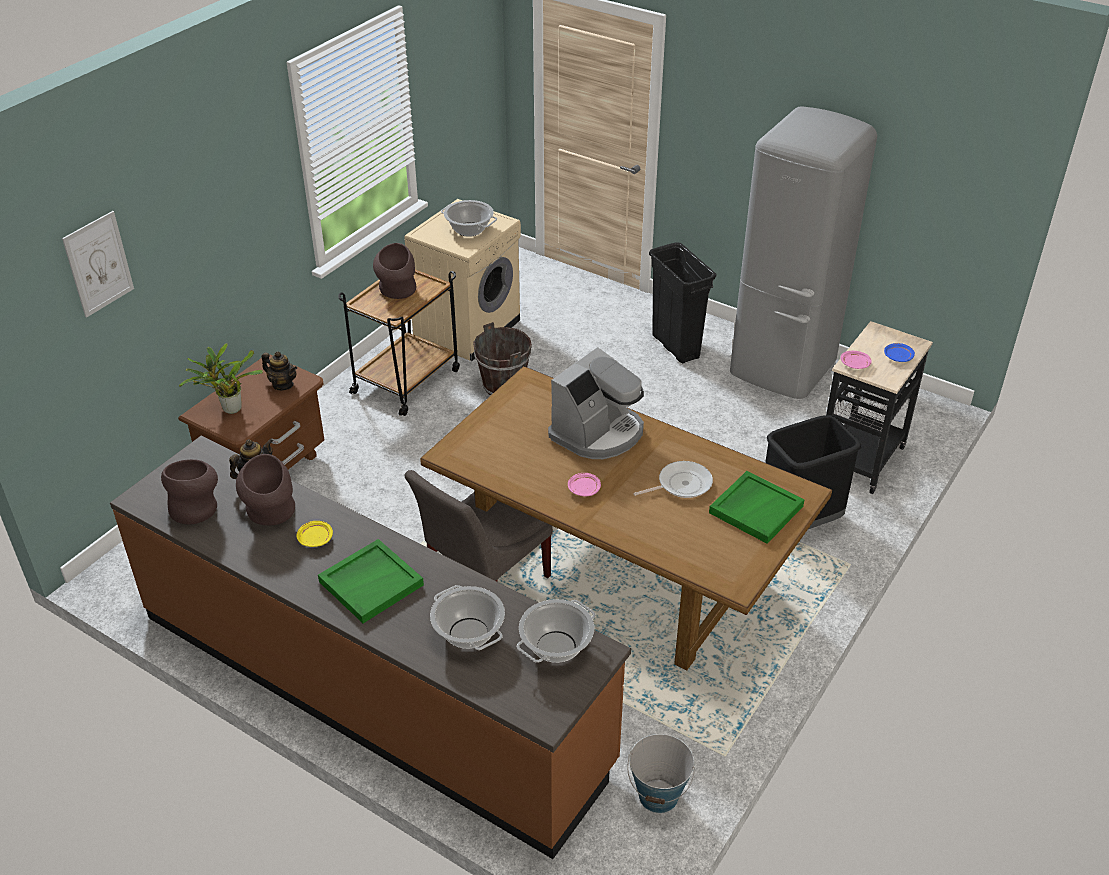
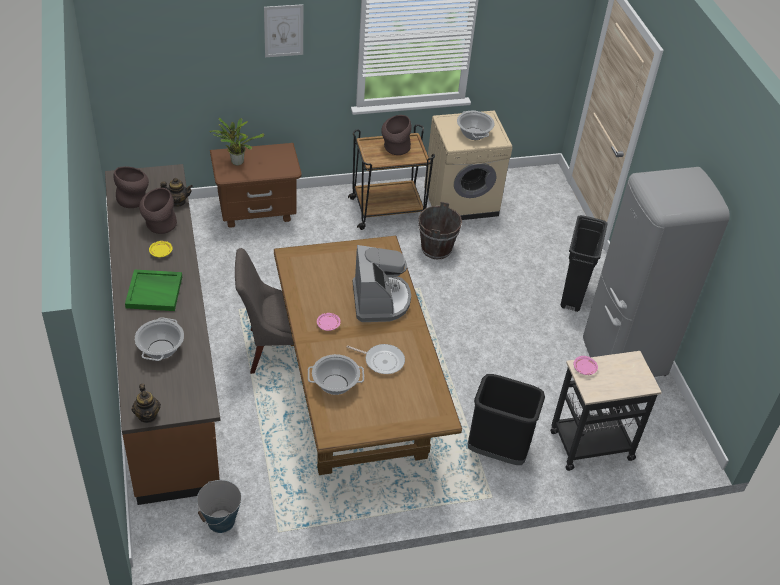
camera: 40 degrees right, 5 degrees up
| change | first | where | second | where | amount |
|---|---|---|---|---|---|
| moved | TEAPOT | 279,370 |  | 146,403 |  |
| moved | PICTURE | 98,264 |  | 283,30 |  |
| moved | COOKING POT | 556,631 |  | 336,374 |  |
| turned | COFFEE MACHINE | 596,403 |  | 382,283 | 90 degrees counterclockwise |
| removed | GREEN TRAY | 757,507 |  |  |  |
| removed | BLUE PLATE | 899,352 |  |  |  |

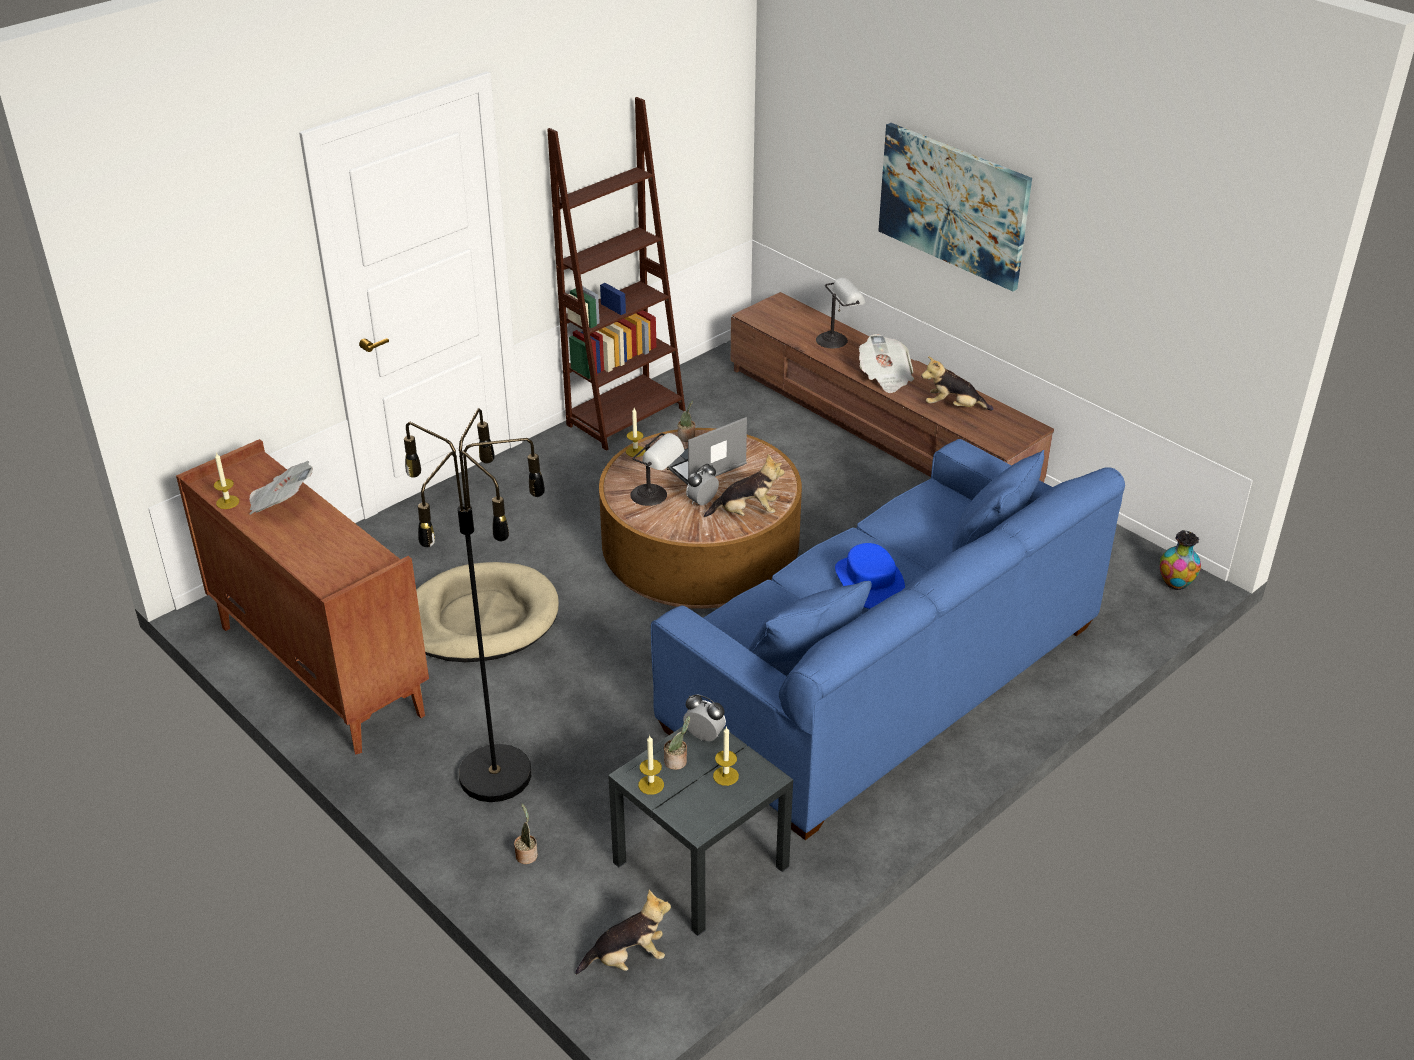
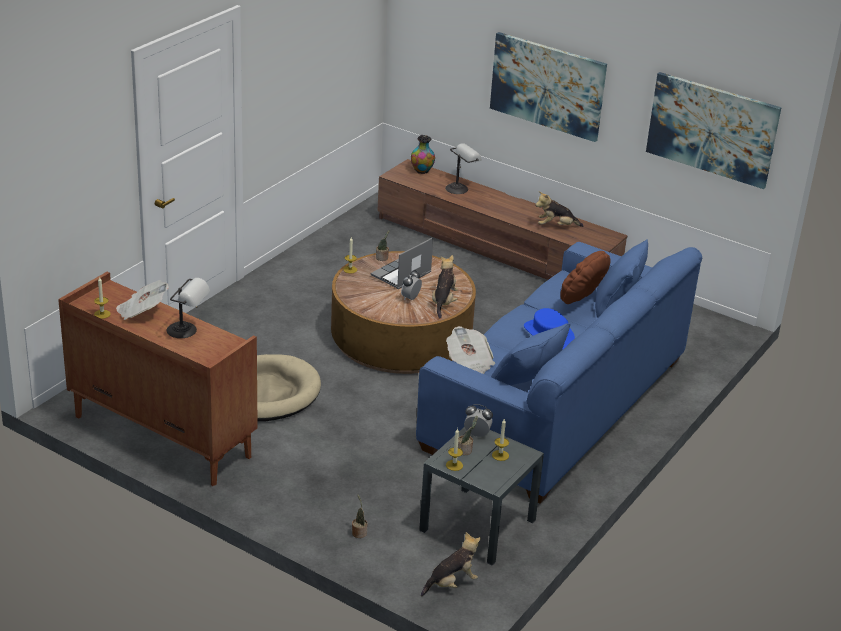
camera: 15 degrees left, 5 degrees down
| change | first | where | second | where | amount |
|---|---|---|---|---|---|
| moved | TABLE LAMP | 657,469 |  | 188,308 |  |
| moved | VASE | 1180,560 |  | 423,154 |  |
| turned | PLUSH TOY | 744,485 |  | 445,286 | 60 degrees counterclockwise |
| moved | NEWSPAPER | 886,363 |  | 470,350 |  |
| added |  |  | BROWN PILLOW | 585,277 |  |
| added |  |  | PICTURE | 714,130 |  |
| removed | FLOOR LAMP | 474,605 |  |  |  |
| removed | BROWN BOOKCASE | 616,274 |  |  |  |

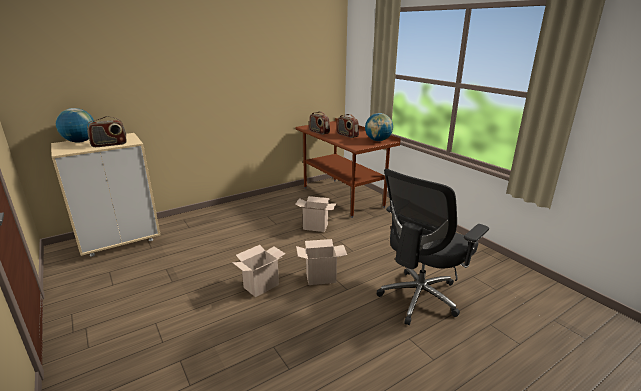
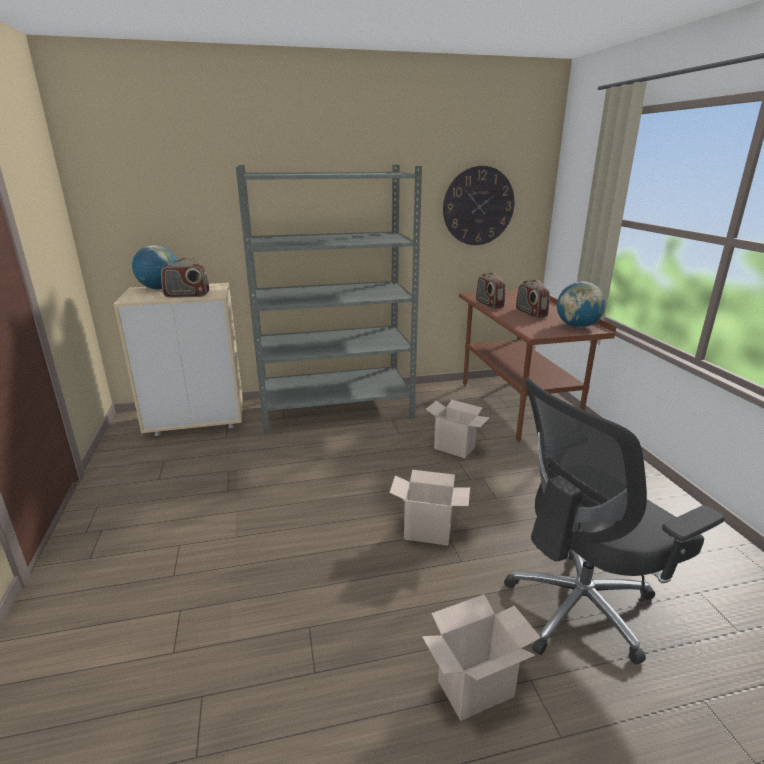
camera: 20 degrees right, 0 degrees up
| change | first | where | second | where | amount |
|---|---|---|---|---|---|
| added |  |  | GREY BOOKCASE | 329,300 |  |
| moved | CARDBOARD BOX | 259,271 |  | 481,658 |  |
| added |  |  | WALL CLOCK | 478,205 |  |

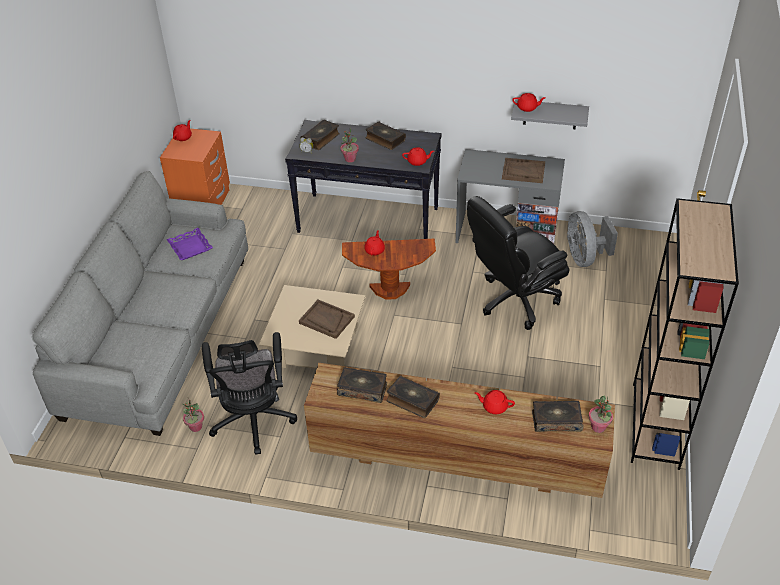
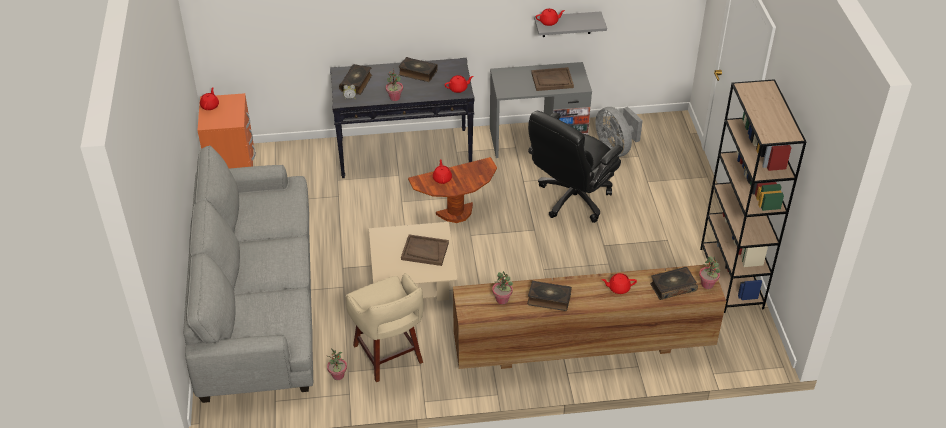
camera: 20 degrees left, 0 degrees up
| change | first | where | second | where | amount |
|---|---|---|---|---|---|
| replaced | OFFICE CHAIR | 249,393 | BEIGE STOOL | 384,327 |  |
| replaced | BOOK | 362,385 | POTTED PLANT | 502,287 |  |
| removed | PURPLE TRAY | 189,244 |  |  |  |

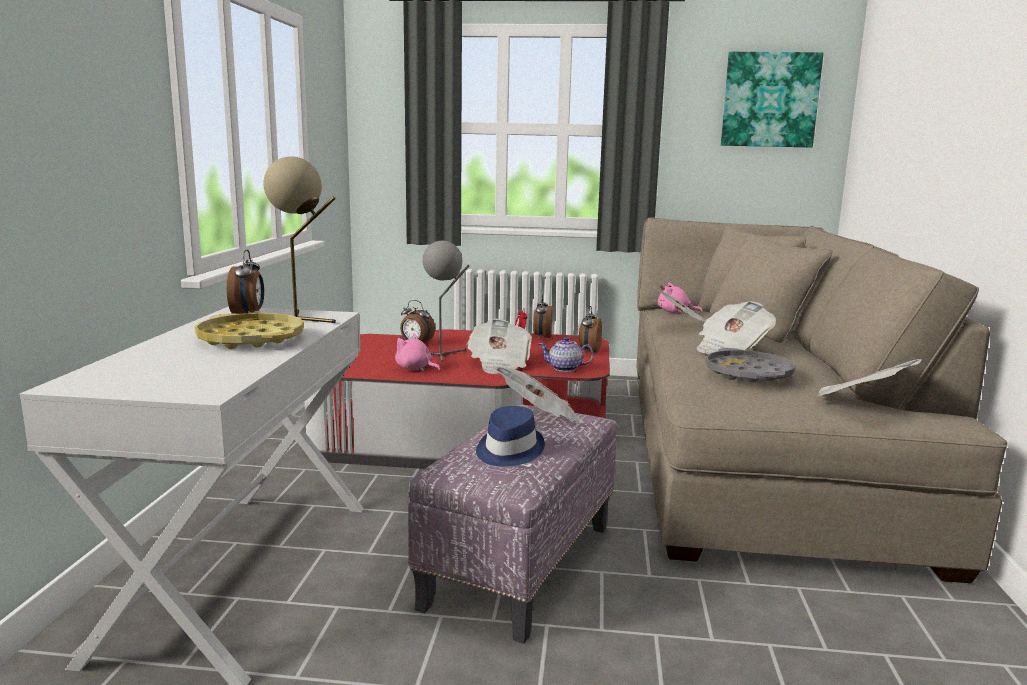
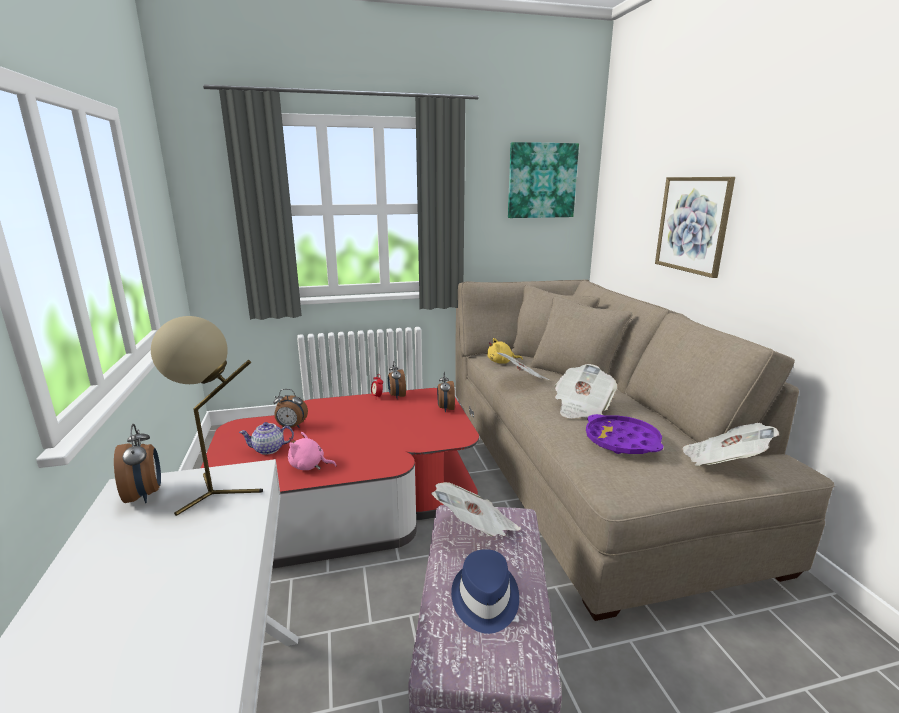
camera: 20 degrees left, 5 degrees up
| change | first | where | second | where | amount |
|---|---|---|---|---|---|
| moved | TEAPOT | 566,354 |  | 266,438 |  |
| recoloured | PINK PLUSH TOY | 680,298 | YELLOW PLUSH TOY | 505,351 |  |
| recoloured | GREY TRAY | 750,365 | PURPLE TRAY | 624,434 |  |
| added |  |  | PICTURE | 695,227 |  |
| removed | YELLOW TRAY | 249,331 |  |  |  |
| removed | GREY TABLE LAMP | 446,301 |  |  |  |
| removed | NEWSPAPER | 499,346 |  |  |  |

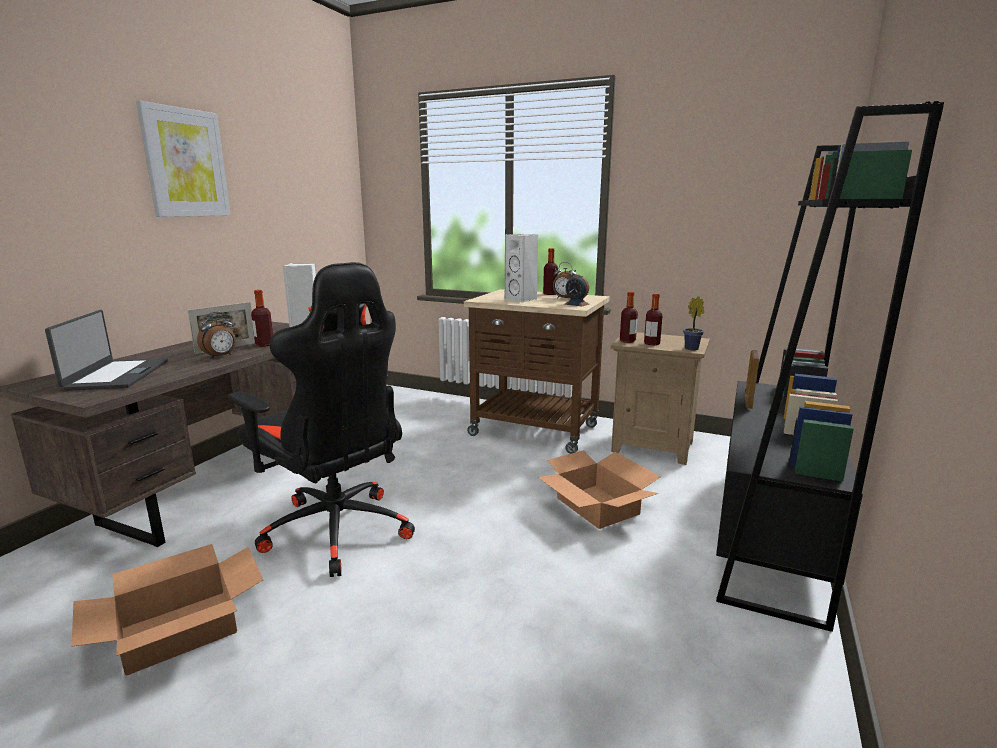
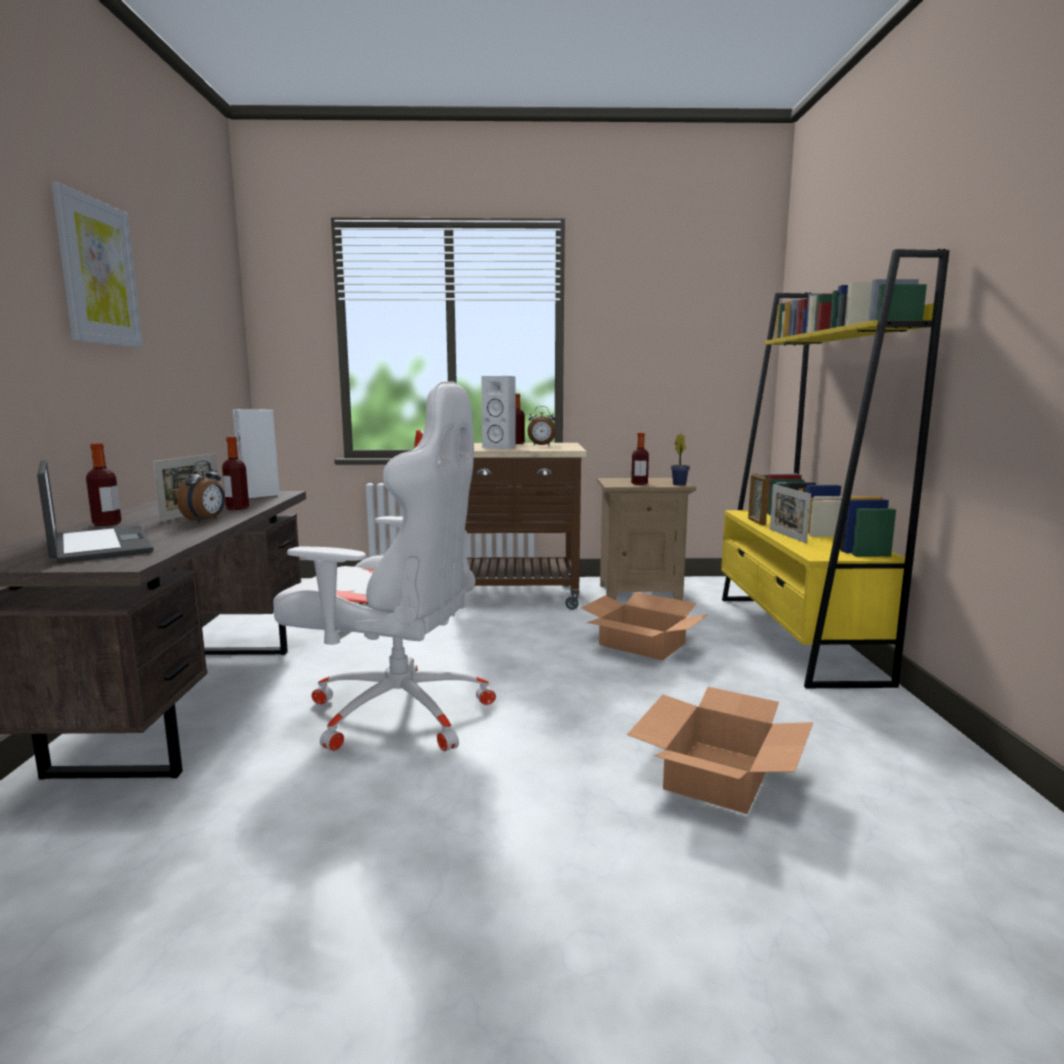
camera: 25 degrees left, 5 degrees down
| change | first | where | second | where | amount |
|---|---|---|---|---|---|
| moved | BOTTLE | 629,317 |  | 103,484 |  |
| recoloured | BLACK OFFICE CHAIR | 321,419 | WHITE OFFICE CHAIR | 384,566 |  |
| moved | CARDBOARD BOX | 167,610 |  | 720,750 |  |
| recoloured | BLACK BOOKCASE | 830,366 | YELLOW BOOKCASE | 835,468 |  |
| added |  |  | PICTURE FRAME | 790,513 |  |
| removed | ALARM CLOCK | 576,290 |  |  |  |

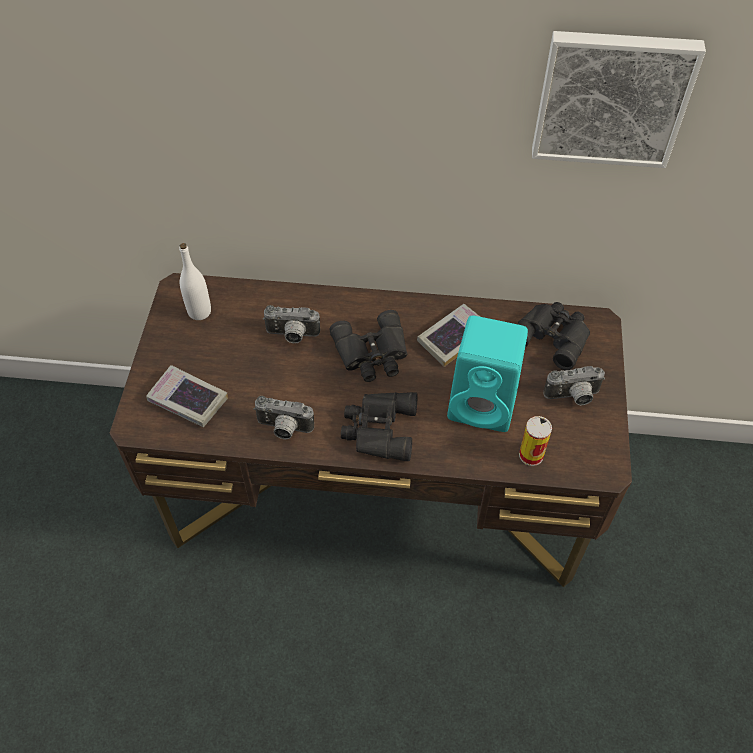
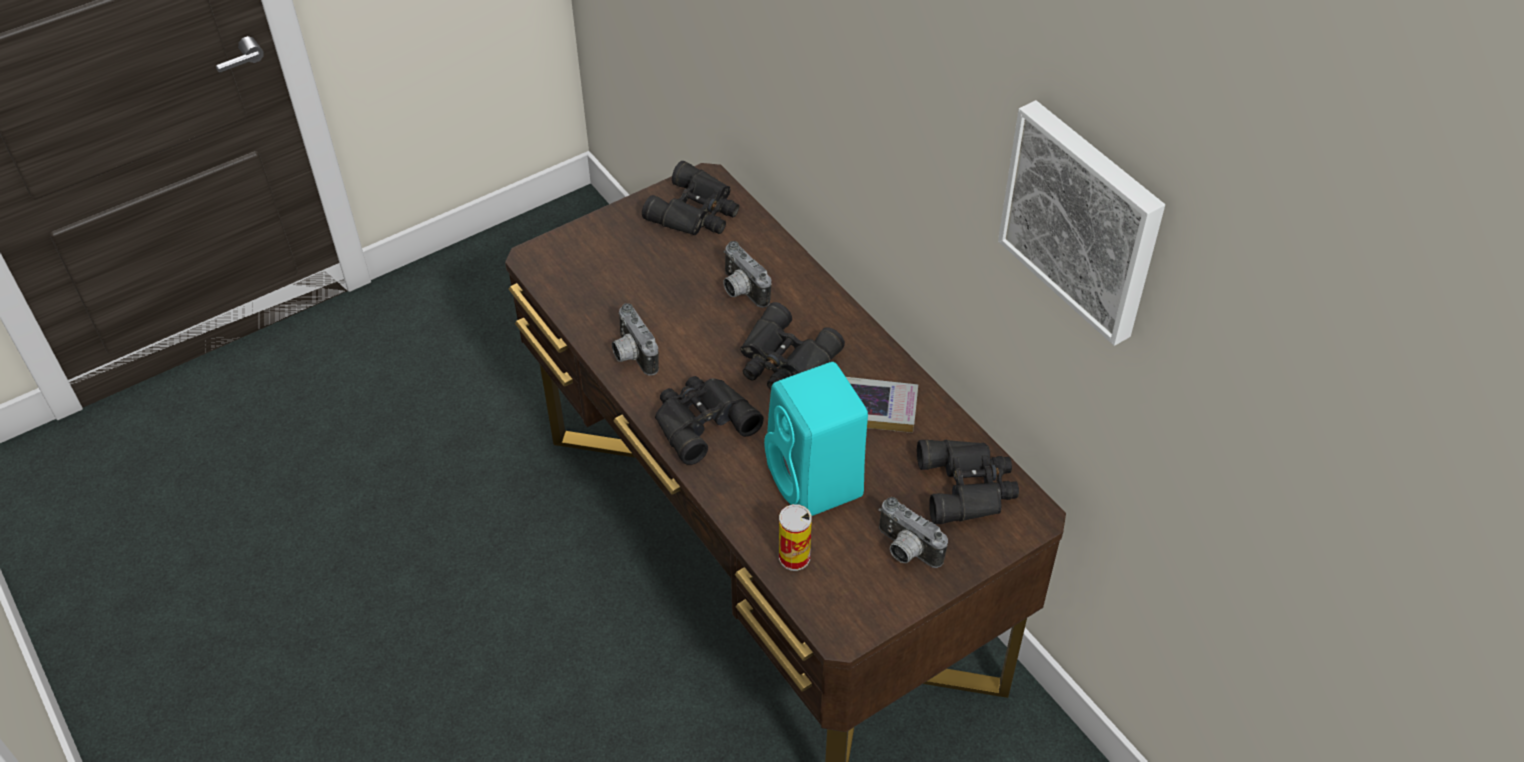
camera: 50 degrees right, 5 degrees down
| change | first | where | second | where | amount |
|---|---|---|---|---|---|
| replaced | WHITE BOTTLE | 195,281 | BLACK BINOCULARS | 690,198 |  |
| removed | BOOK | 187,396 |  |  |  |

